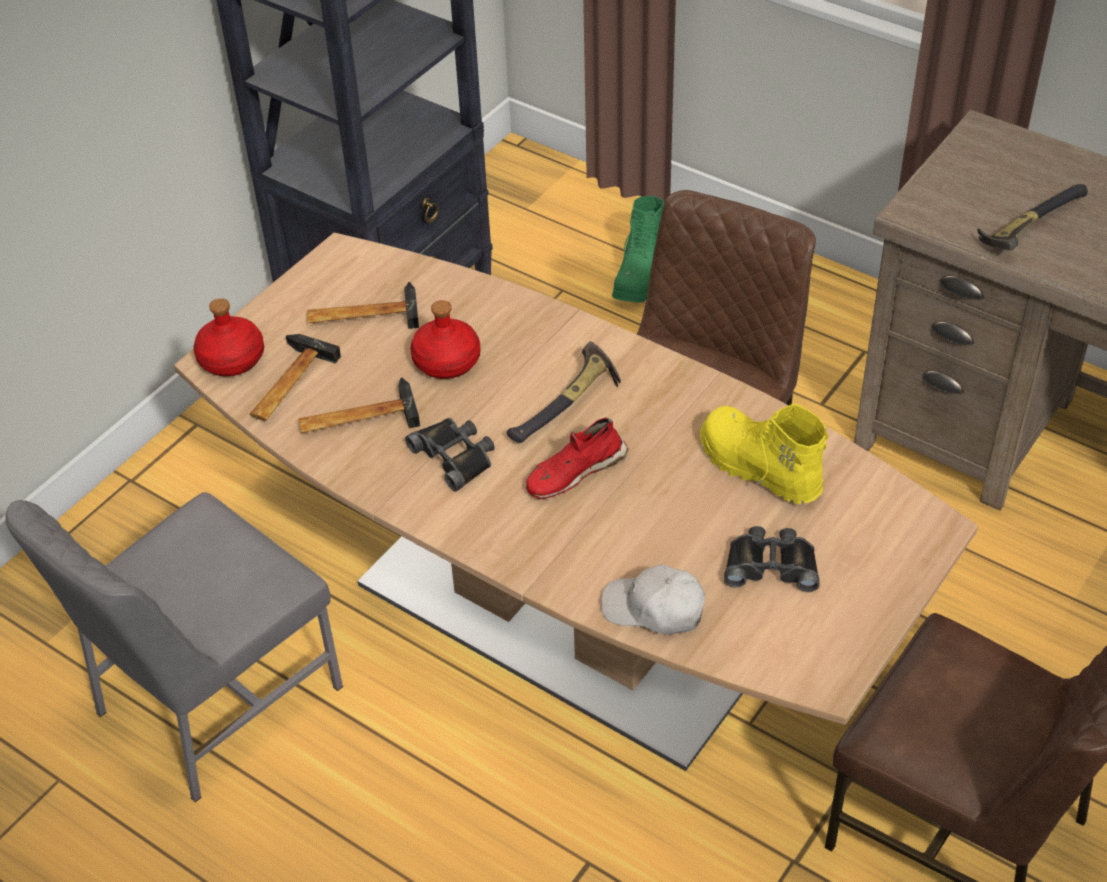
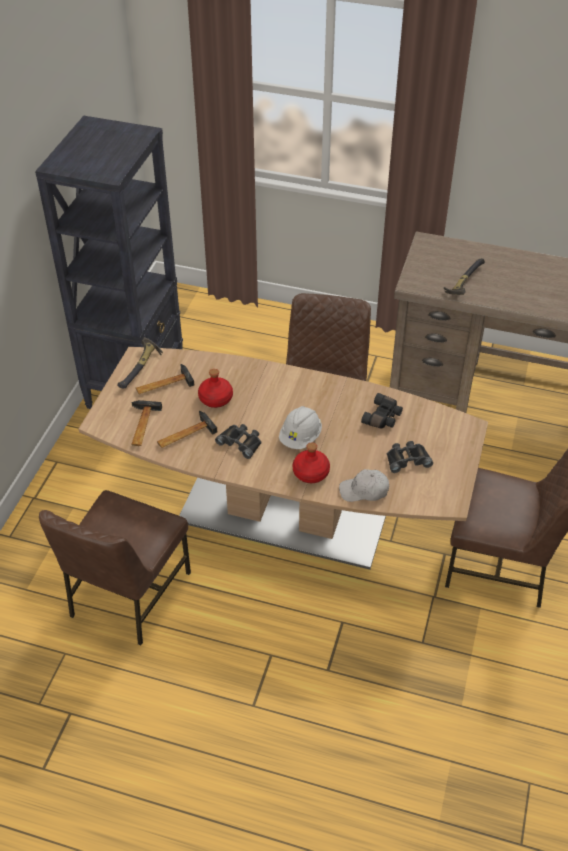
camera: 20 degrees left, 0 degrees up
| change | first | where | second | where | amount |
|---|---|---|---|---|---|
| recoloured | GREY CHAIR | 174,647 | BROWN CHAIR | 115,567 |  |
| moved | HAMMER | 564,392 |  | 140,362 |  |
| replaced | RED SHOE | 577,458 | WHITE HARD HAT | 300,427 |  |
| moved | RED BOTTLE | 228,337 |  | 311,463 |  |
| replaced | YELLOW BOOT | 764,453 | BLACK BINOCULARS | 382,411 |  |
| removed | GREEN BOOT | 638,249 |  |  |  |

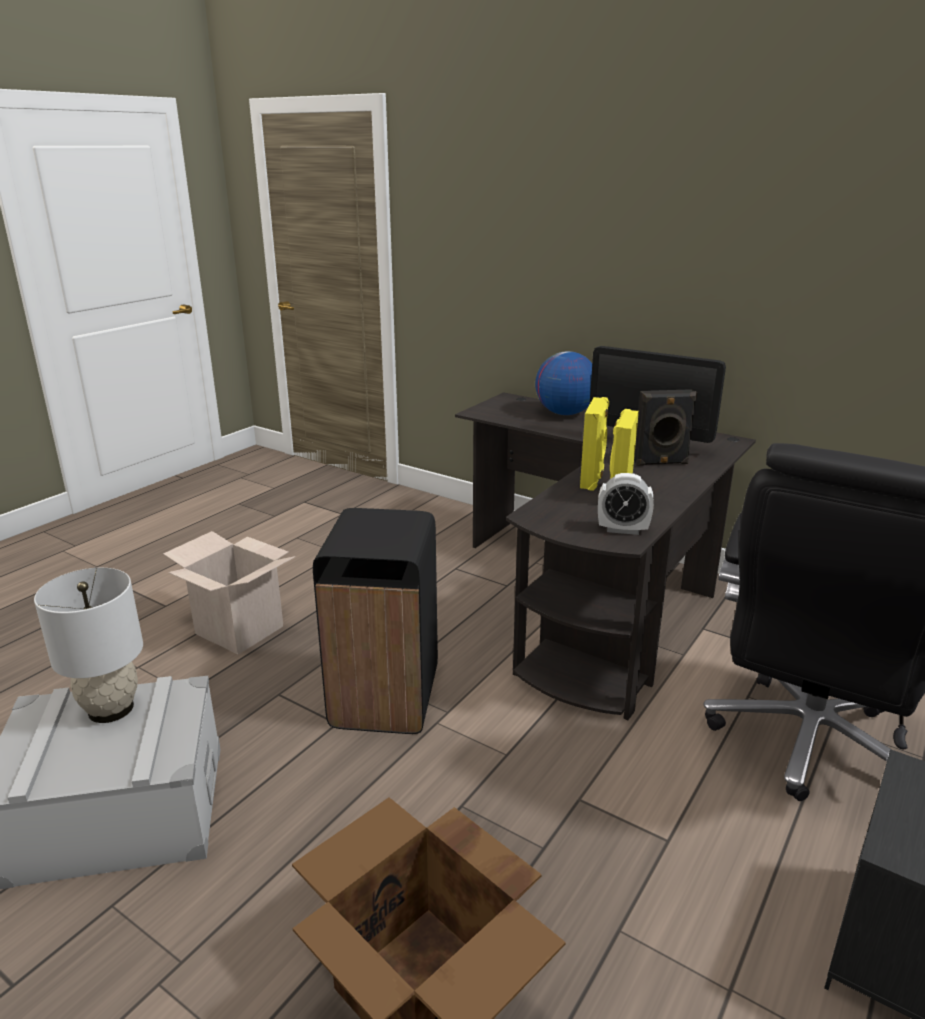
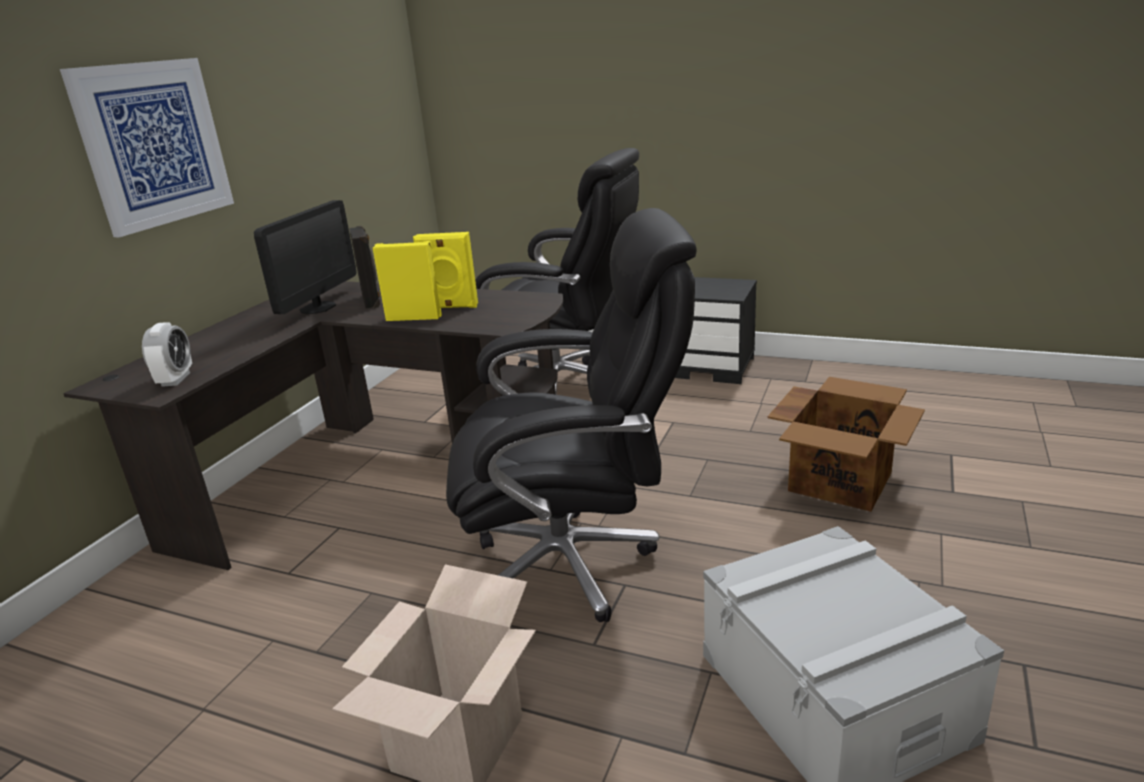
camera: 100 degrees left, 0 degrees up
| change | first | where | second | where | amount |
|---|---|---|---|---|---|
| added |  |  | PICTURE | 147,147 |  |
| moved | ALARM CLOCK | 626,504 |  | 167,354 |  |
| replaced | BLACK TRASH CAN | 375,621 | BLACK OFFICE CHAIR | 571,415 |  |
| removed | WHITE TABLE LAMP | 88,645 |  |  |  |
| removed | GLOBE | 563,383 |  |  |  |

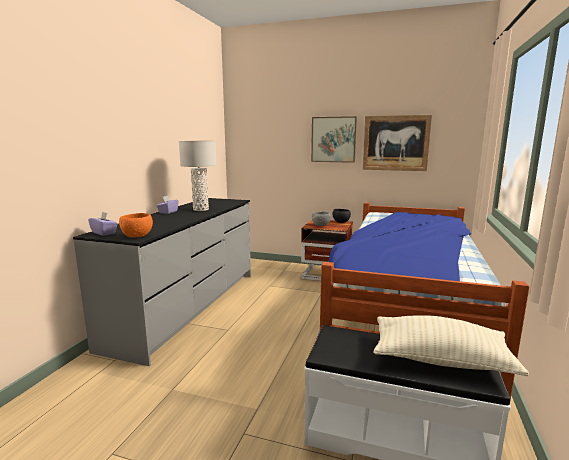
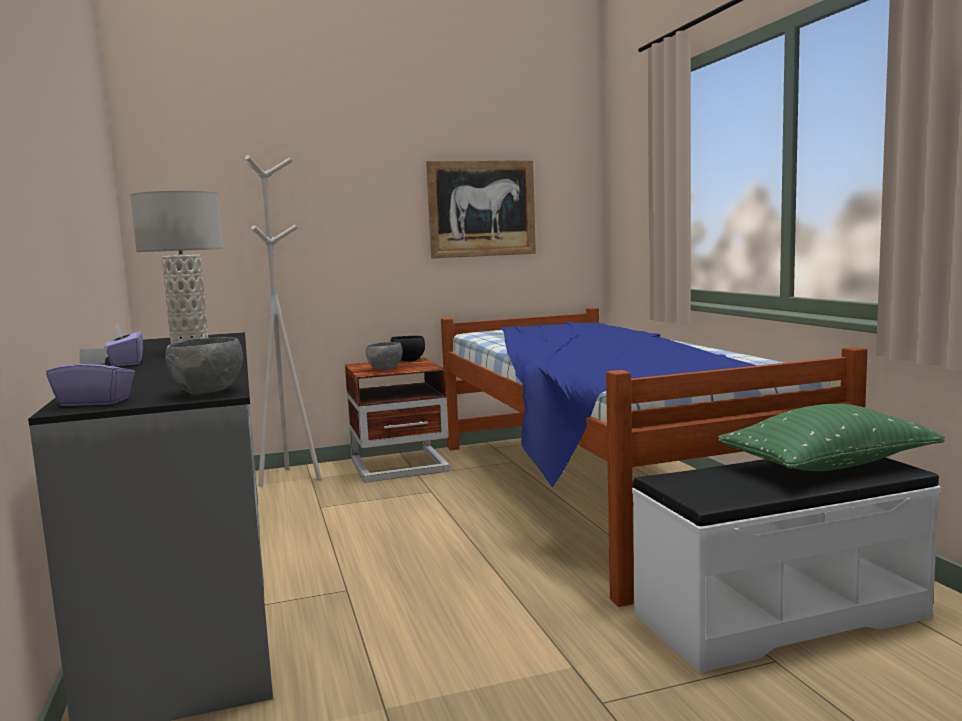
camera: 35 degrees left, 5 degrees down
| change | first | where | second | where | amount |
|---|---|---|---|---|---|
| recoloured | ORANGE BOWL | 136,225 | GREY BOWL | 204,365 |  |
| added |  |  | GREY CLOTHES RACK | 283,321 |  |
| recoloured | BEIGE PILLOW | 451,345 | GREEN PILLOW | 831,437 |  |
| removed | PICTURE | 334,139 |  |  |  |

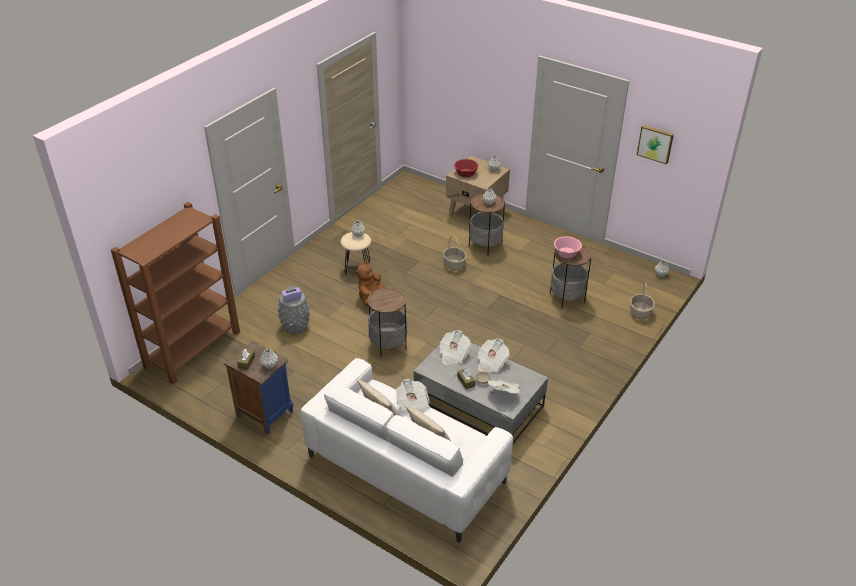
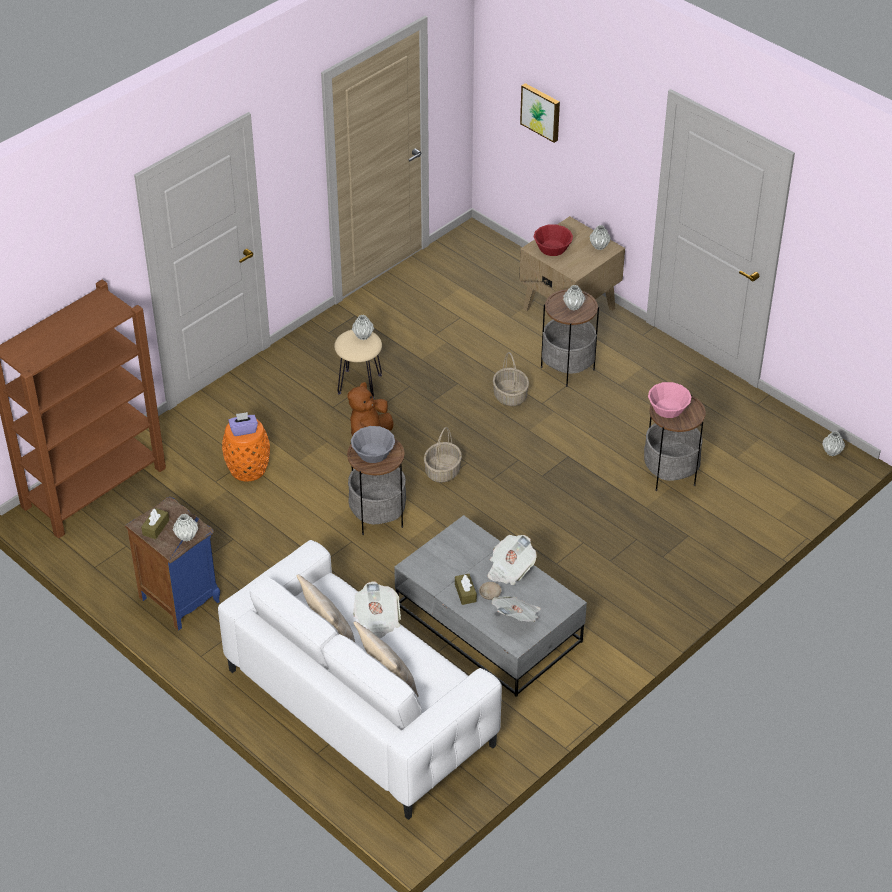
camera: 10 degrees right, 5 degrees up
| change | first | where | second | where | amount |
|---|---|---|---|---|---|
| recoloured | GREY STOOL | 294,313 | ORANGE STOOL | 246,450 |  |
| added |  |  | GREY BOWL | 373,444 |  |
| moved | BASKET | 642,301 |  | 443,455 |  |
| moved | PICTURE | 655,145 |  | 540,113 |  |
| removed | NEWSPAPER | 455,347 |  |  |  |

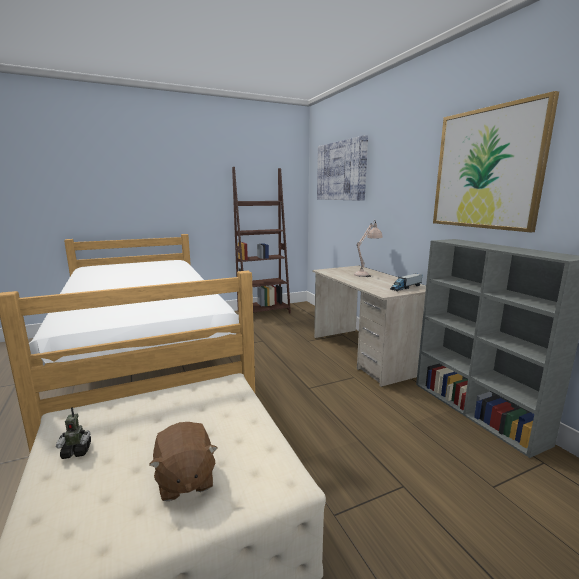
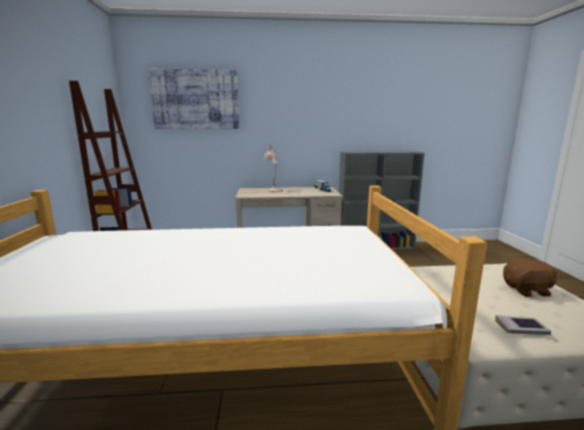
camera: 70 degrees left, 0 degrees up
| change | first | where | second | where | amount |
|---|---|---|---|---|---|
| replaced | TOY ROBOT | 73,433 | BOOK | 523,325 |  |
| removed | PICTURE | 496,161 |  |  |  |

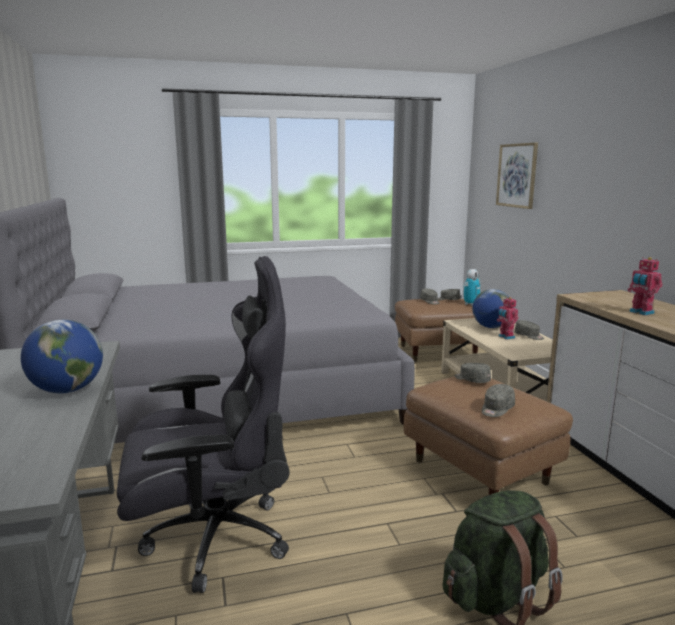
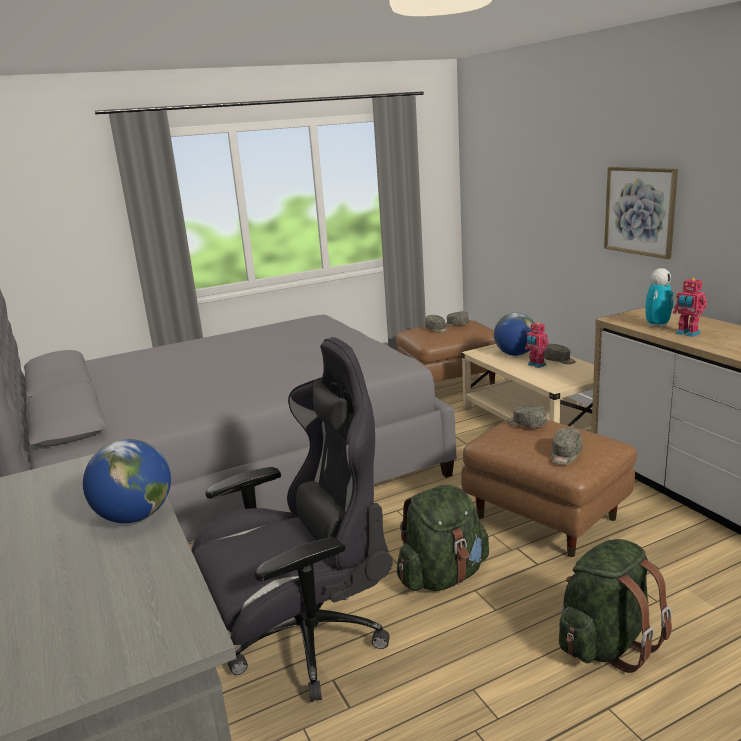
camera: 10 degrees left, 5 degrees up
| change | first | where | second | where | amount |
|---|---|---|---|---|---|
| added |  |  | GREEN BACKPACK | 443,538 |  |
| moved | PICTURE | 517,175 |  | 641,213 |  |
| moved | TOY ROBOT | 472,287 |  | 659,298 |  |

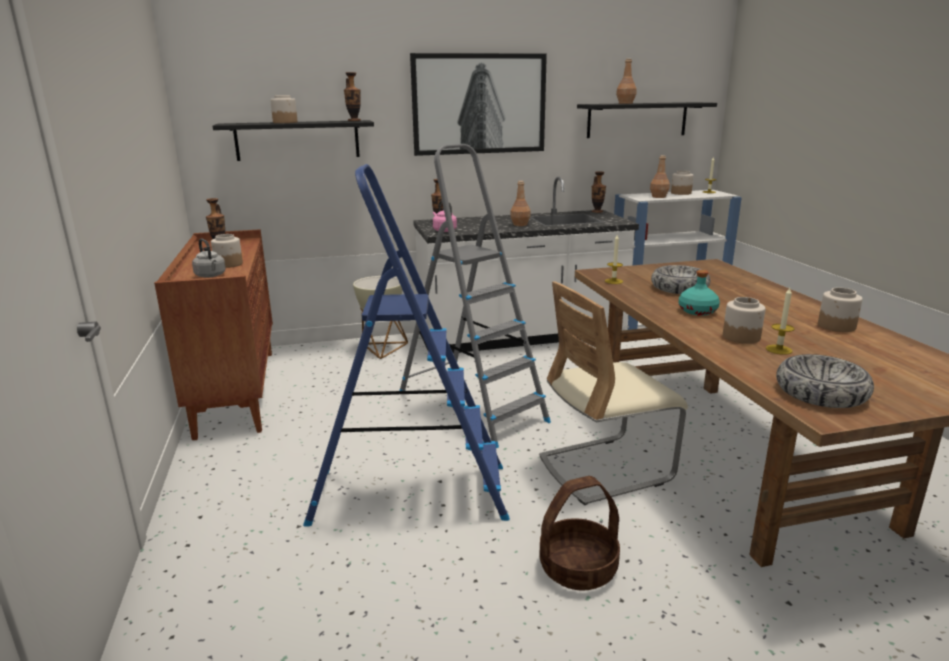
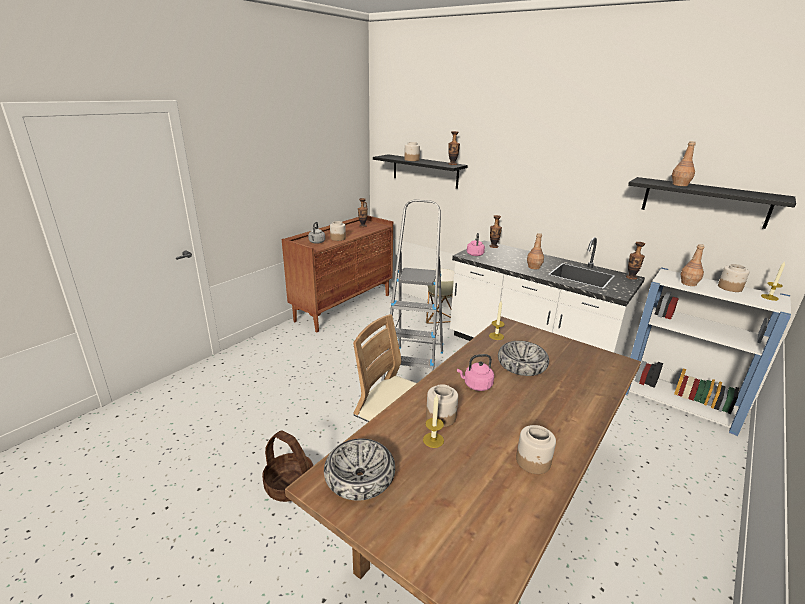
camera: 50 degrees right, 5 degrees up
| change | first | where | second | where | amount |
|---|---|---|---|---|---|
| replaced | TURQUOISE BOTTLE | 699,293 | PINK KETTLE | 475,372 |  |
| removed | BLUE STEP LADDER | 406,345 |  |  |  |
| removed | PICTURE | 478,104 |  |  |  |

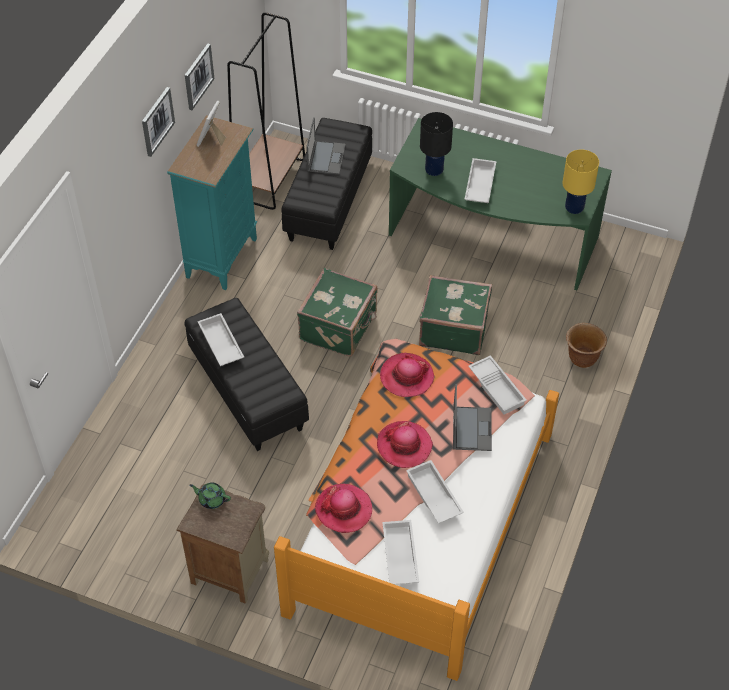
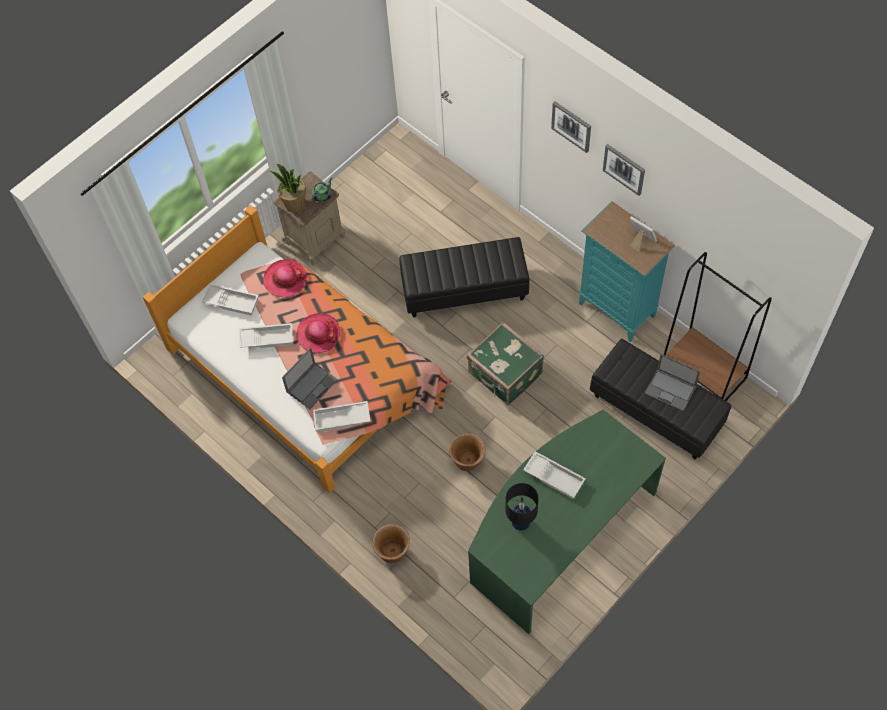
camera: 115 degrees right, 10 degrees up
| change | first | where | second | where | amount |
|---|---|---|---|---|---|
| added |  |  | POTTED PLANT | 287,188 |  |
| turned | LAPTOP | 472,417 |  | 310,378 | 75 degrees counterclockwise |
| replaced | GREEN SUITCASE | 455,315 | BROWN PLANTER | 467,452 |  |
| moved | BLACK TABLE LAMP | 436,144 |  | 522,507 |  |
| moved | PICTURE | 200,77 |  | 571,127 |  |
| removed | WHITE TRAY | 220,339 |  |  |  |
| removed | HAT | 407,375 |  |  |  |
| removed | YELLOW TABLE LAMP | 580,181 |  |  |  |

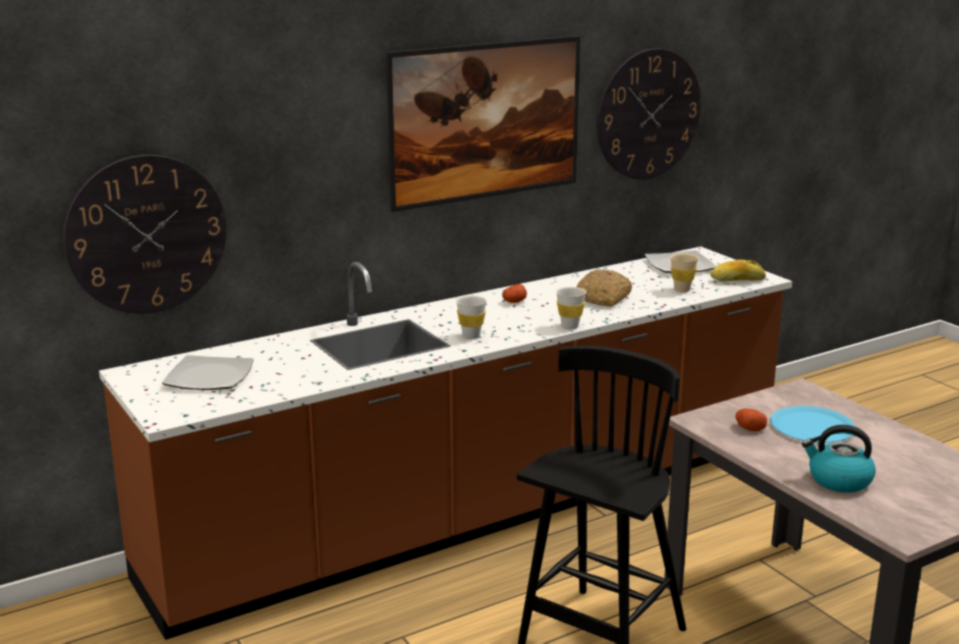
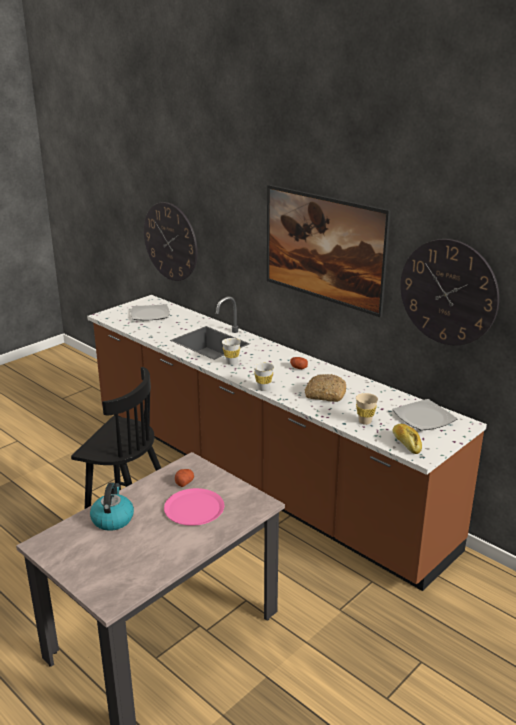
camera: 75 degrees right, 5 degrees up
| change | first | where | second | where | amount |
|---|---|---|---|---|---|
| recoloured | BLUE PLATE | 812,424 | PINK PLATE | 194,507 |  |

